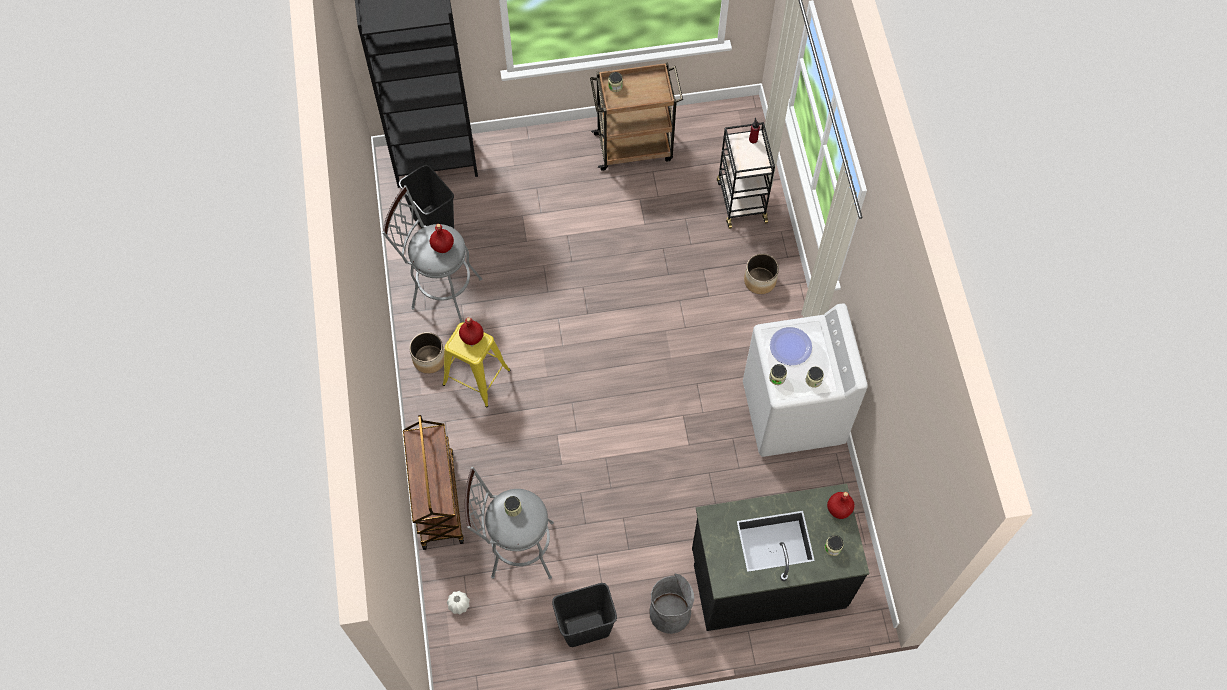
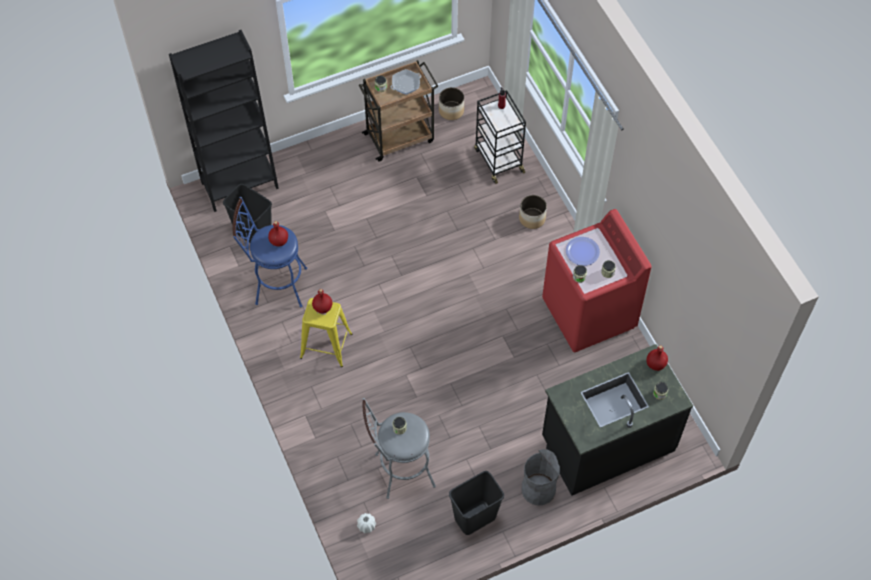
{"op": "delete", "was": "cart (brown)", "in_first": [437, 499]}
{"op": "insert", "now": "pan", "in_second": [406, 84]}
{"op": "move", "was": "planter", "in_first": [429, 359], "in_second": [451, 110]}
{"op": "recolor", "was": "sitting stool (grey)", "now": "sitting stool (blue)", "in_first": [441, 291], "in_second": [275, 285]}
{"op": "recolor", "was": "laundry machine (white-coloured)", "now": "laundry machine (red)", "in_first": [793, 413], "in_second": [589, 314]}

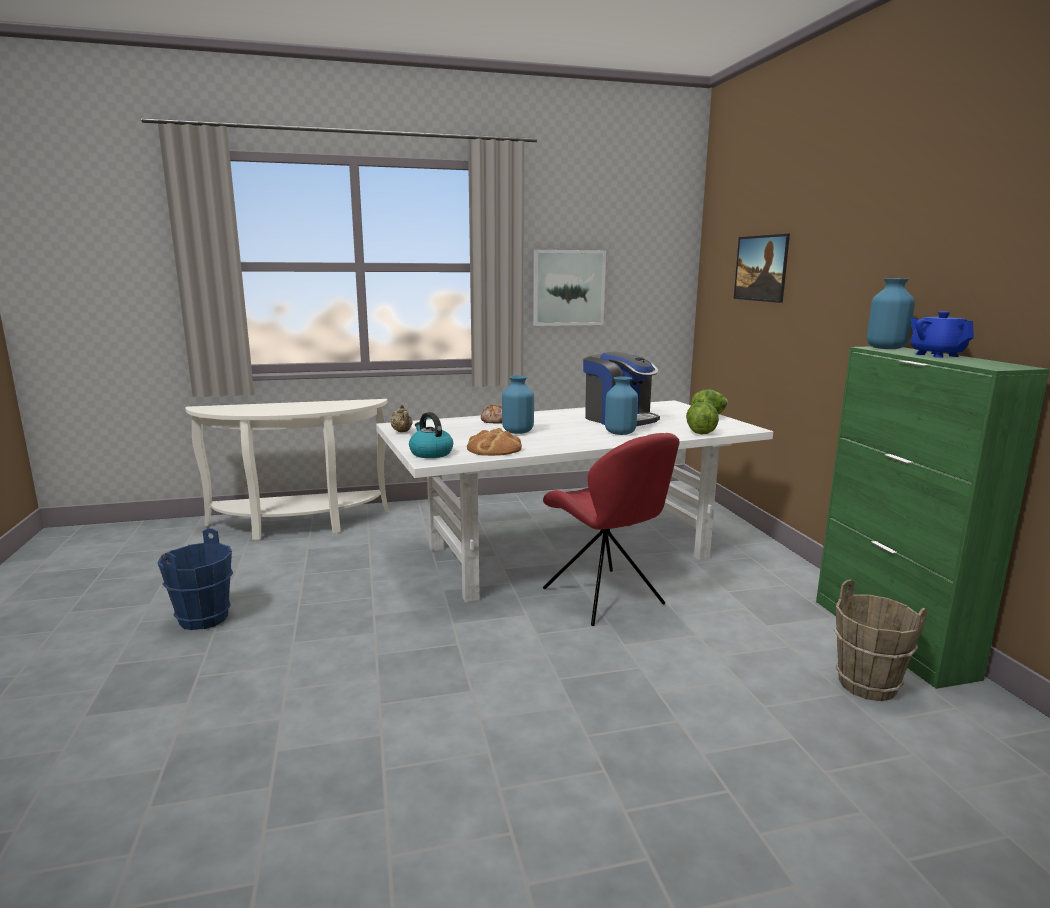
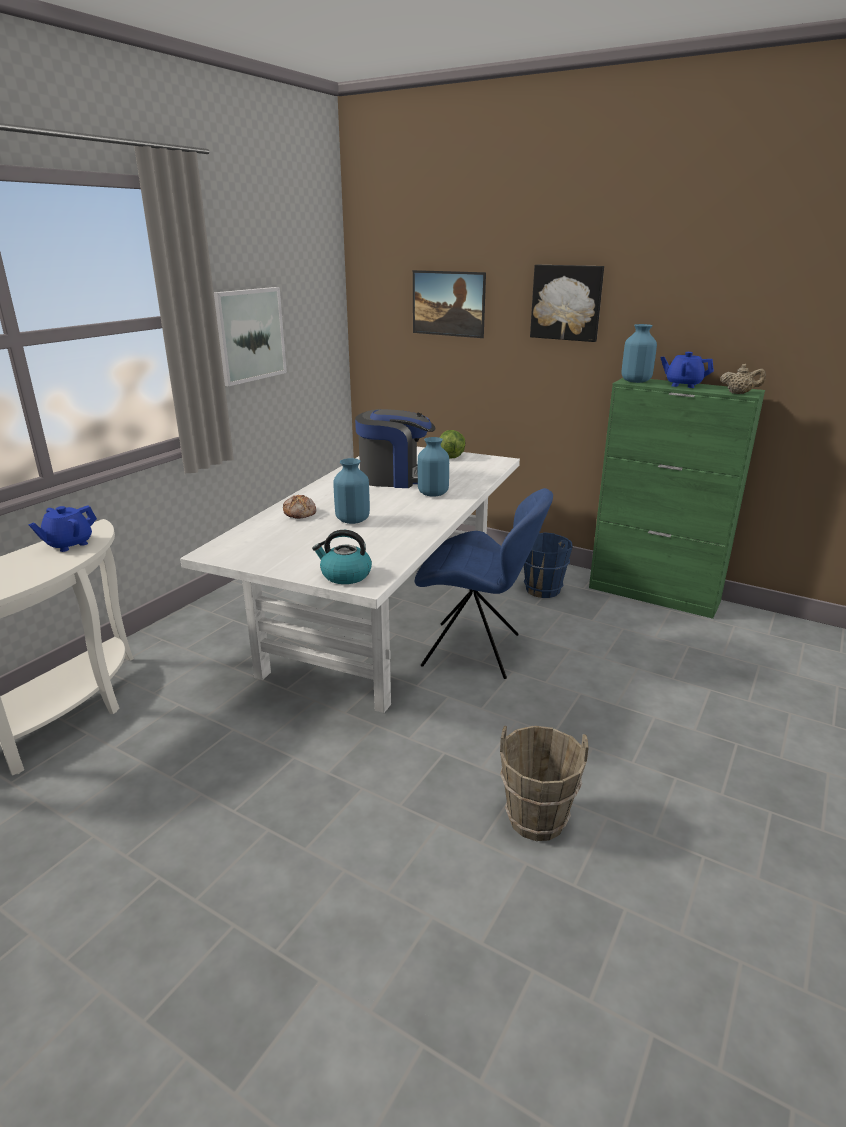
{"op": "delete", "was": "bread", "in_first": [494, 449]}
{"op": "delete", "was": "lettuce head", "in_first": [700, 432]}
{"op": "insert", "now": "tea pot (blue)", "in_second": [68, 544]}
{"op": "insert", "now": "wall art", "in_second": [567, 302]}
{"op": "move", "was": "bucket (blue)", "in_first": [204, 618], "in_second": [543, 590]}
{"op": "move", "was": "tea pot (beige)", "in_first": [402, 432], "in_second": [739, 393]}
{"op": "move", "was": "bucket (brown)", "in_first": [867, 685], "in_second": [536, 820]}
{"op": "recolor", "was": "plain chair (red)", "now": "plain chair (blue)", "in_first": [605, 598], "in_second": [475, 651]}

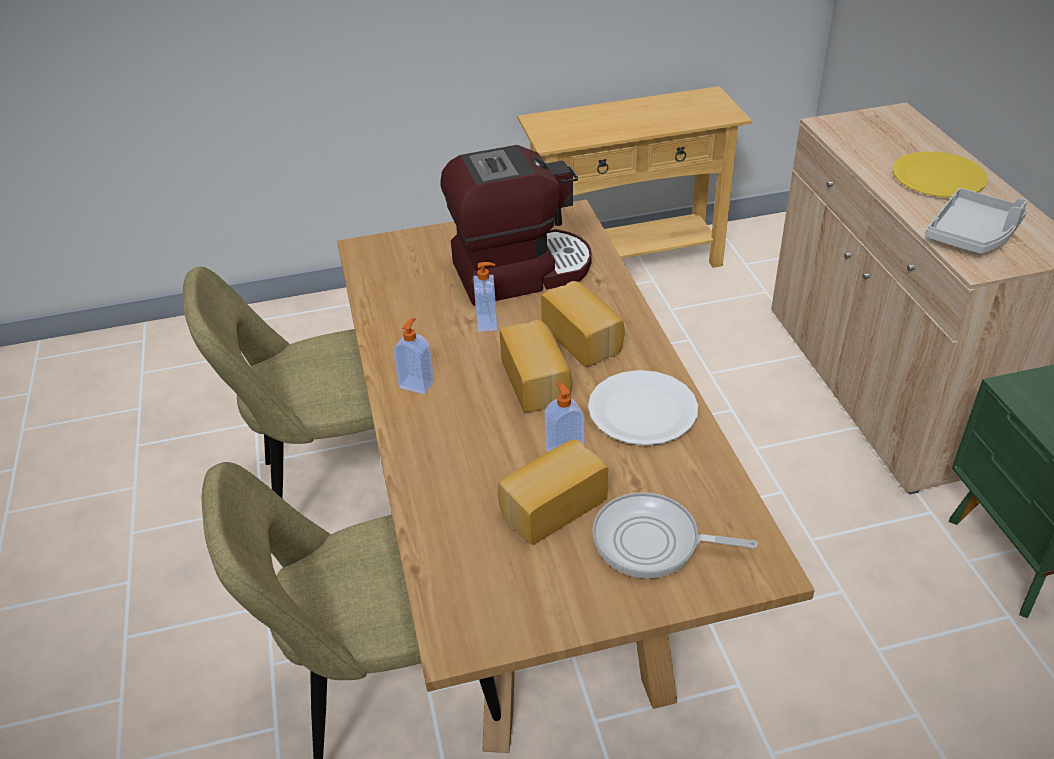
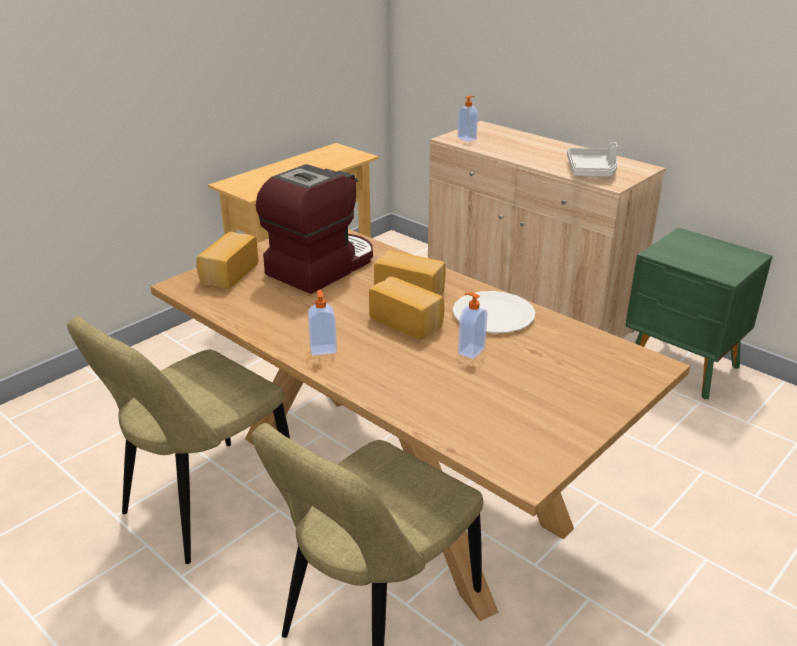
{"op": "delete", "was": "pan", "in_first": [652, 542]}
{"op": "delete", "was": "flat dish (yellow-coloured)", "in_first": [938, 177]}
{"op": "move", "was": "soap dispenser", "in_first": [488, 323], "in_second": [467, 138]}
{"op": "move", "was": "bread", "in_first": [551, 505], "in_second": [228, 273]}

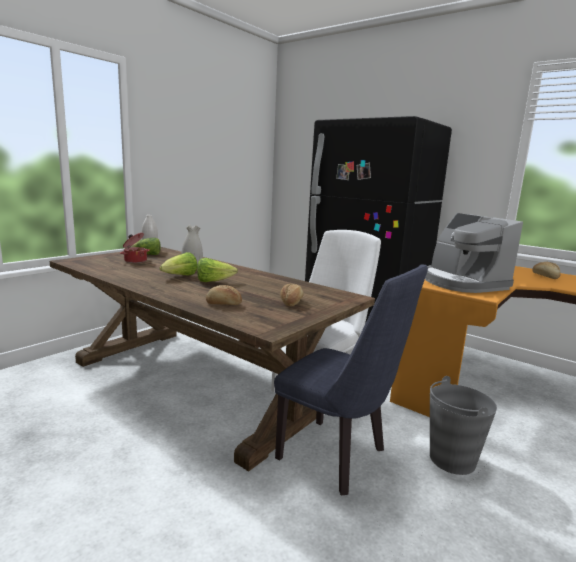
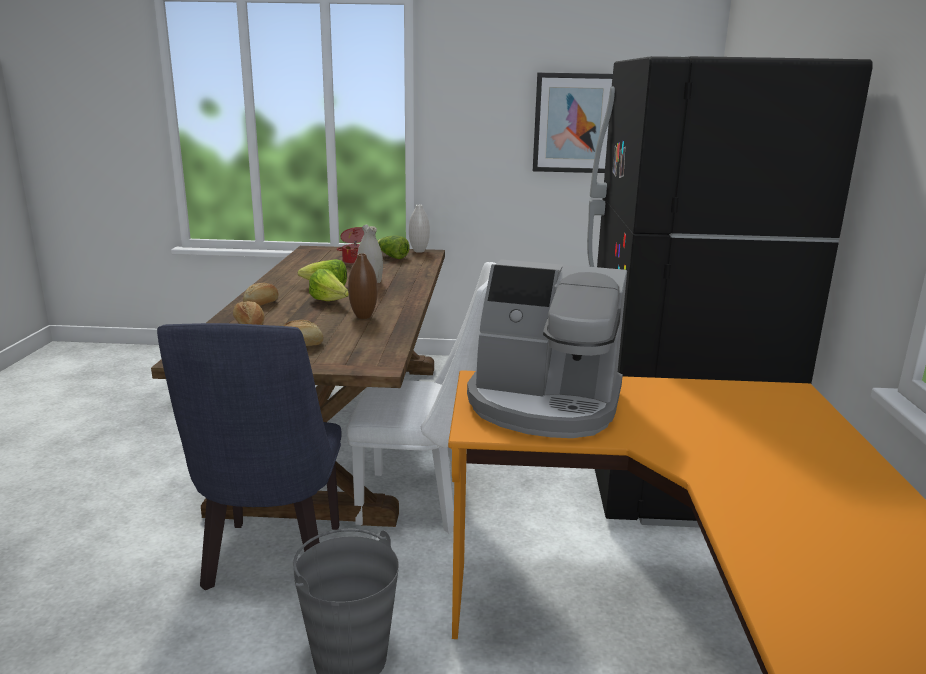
{"op": "insert", "now": "flower vase (brown)", "in_second": [363, 316]}
{"op": "insert", "now": "wall art", "in_second": [573, 123]}
{"op": "move", "was": "bread", "in_first": [545, 276], "in_second": [262, 304]}
{"op": "rotate", "was": "coffee machine", "in_first": [461, 283], "in_second": [544, 404], "clockwise": -105}

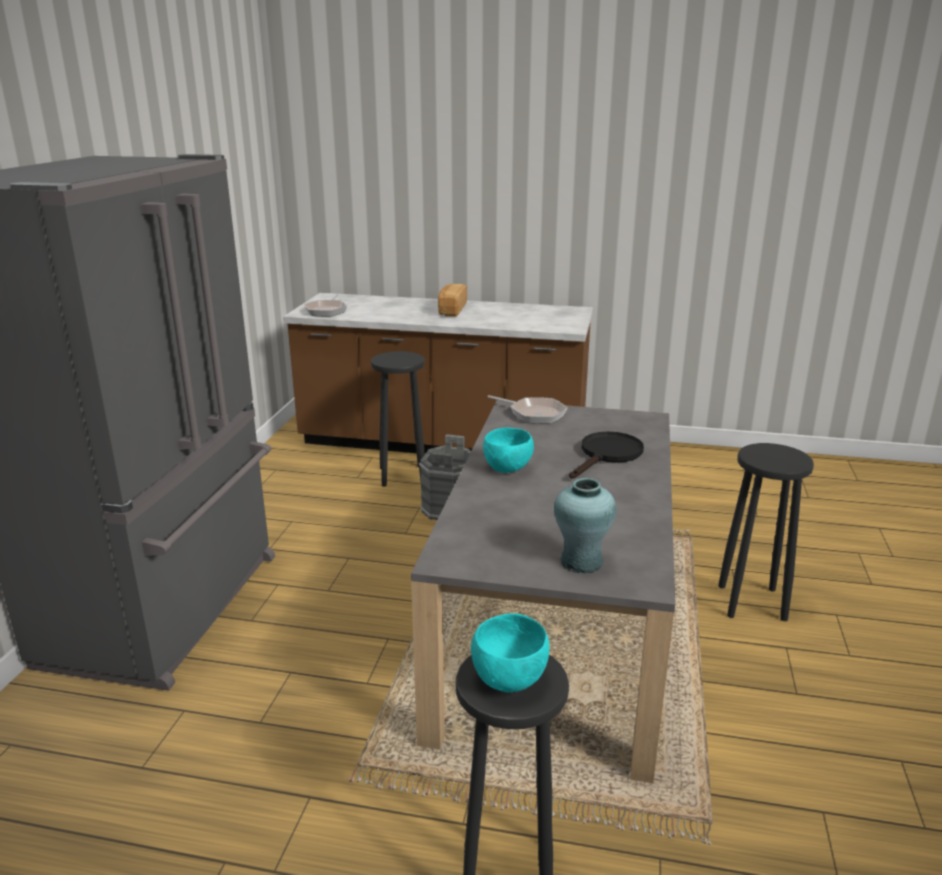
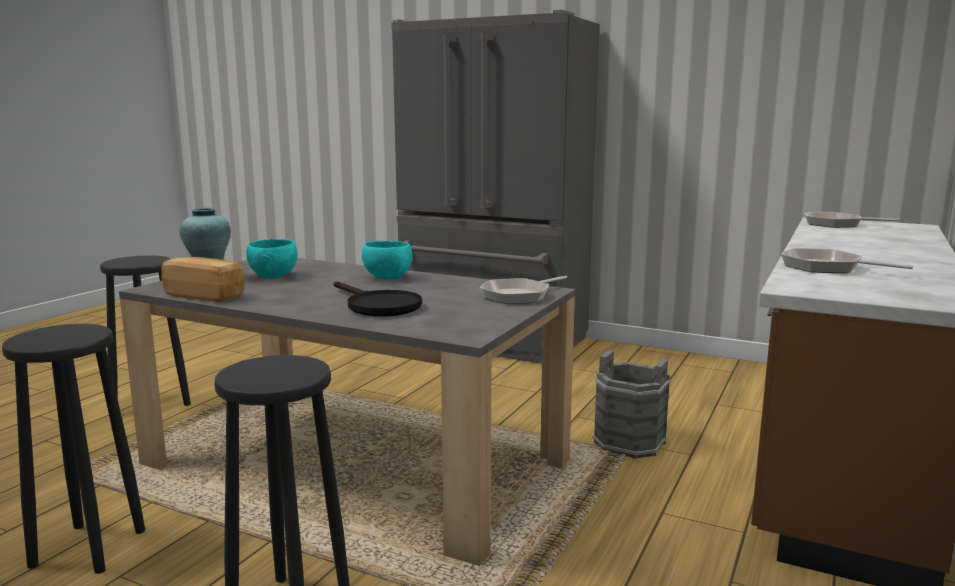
{"op": "insert", "now": "pan", "in_second": [827, 267]}
{"op": "move", "was": "sitting stool (black)", "in_first": [402, 476], "in_second": [87, 547]}
{"op": "move", "was": "bread", "in_first": [451, 310], "in_second": [205, 295]}
{"op": "move", "was": "serving bowl (blue-green)", "in_first": [508, 680], "in_second": [273, 277]}

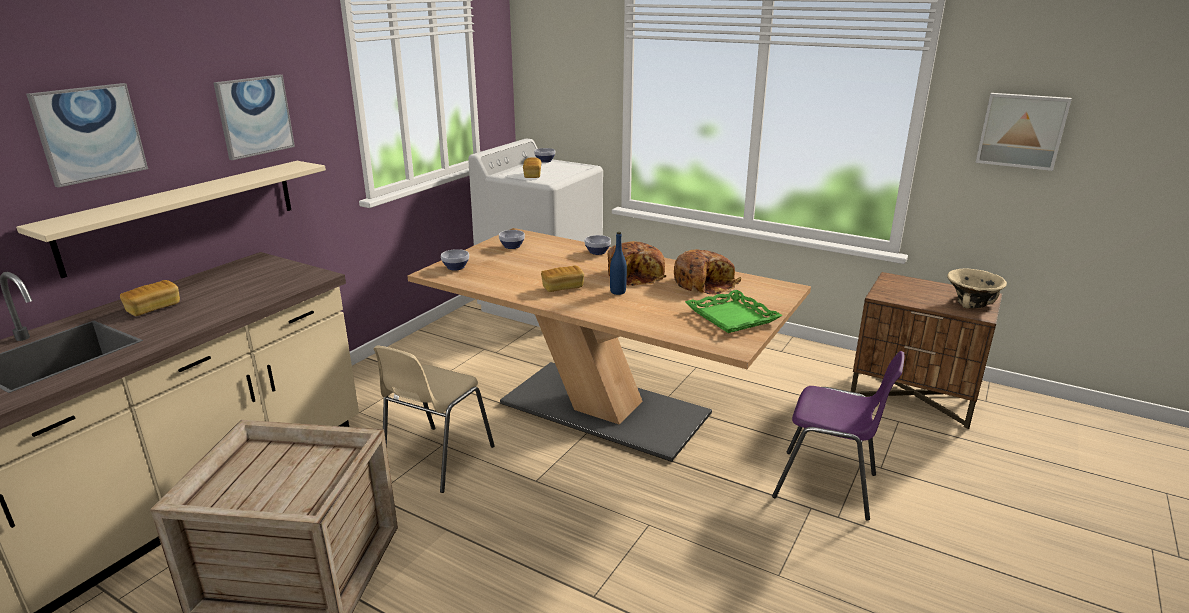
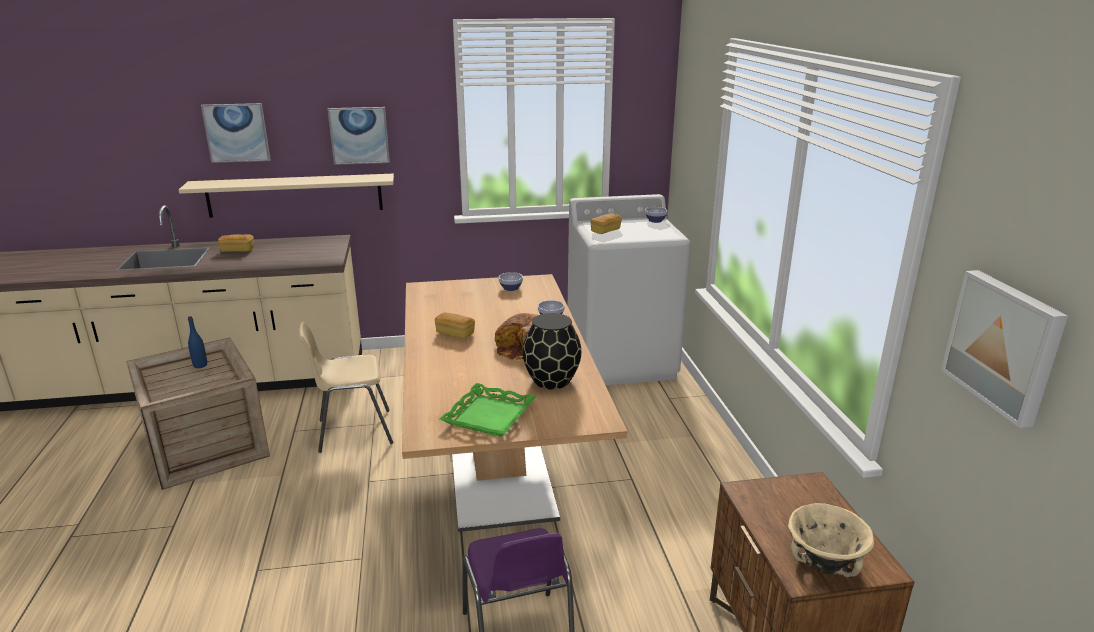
{"op": "delete", "was": "serving bowl", "in_first": [456, 267]}
{"op": "move", "was": "drink bottle (blue)", "in_first": [618, 292], "in_second": [200, 365]}
{"op": "replace", "was": "bread", "now": "flower vase (black)", "in_first": [704, 283], "in_second": [551, 380]}

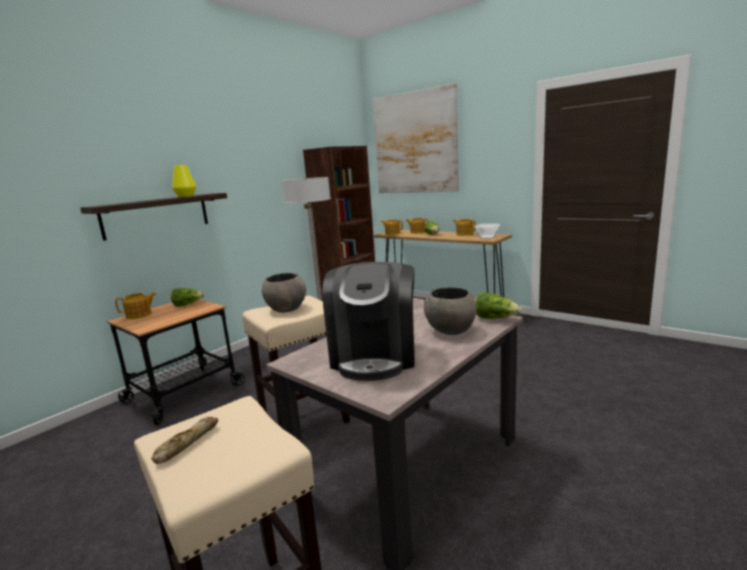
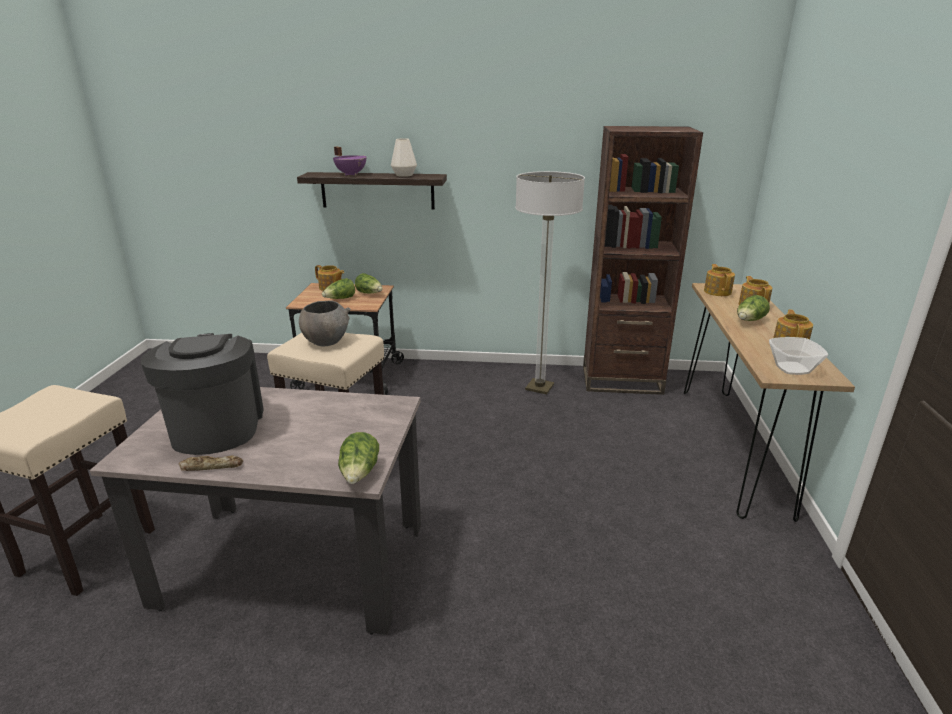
{"op": "delete", "was": "wall art", "in_first": [415, 143]}
{"op": "delete", "was": "serving bowl (grey)", "in_first": [450, 330]}
{"op": "insert", "now": "lettuce head", "in_second": [340, 299]}
{"op": "insert", "now": "stockpot (purple-coloured)", "in_second": [351, 174]}
{"op": "move", "was": "bread", "in_first": [186, 443], "in_second": [212, 466]}
{"op": "recolor", "was": "flower vase (yellow-coloured)", "now": "flower vase (white-coloured)", "in_first": [185, 196], "in_second": [404, 175]}
{"op": "rotate", "was": "coffee machine", "in_first": [374, 356], "in_second": [216, 427], "clockwise": 105}

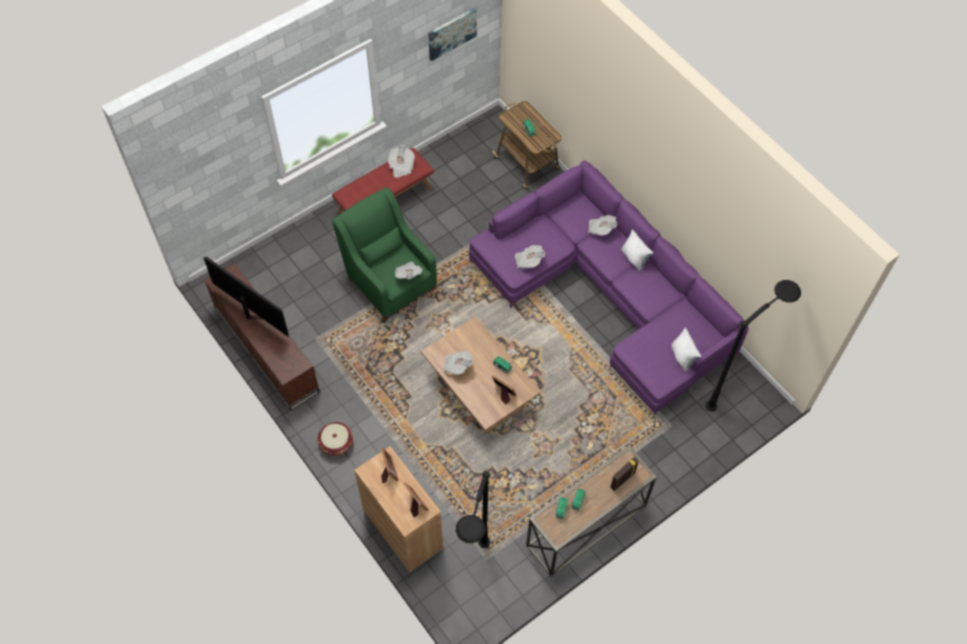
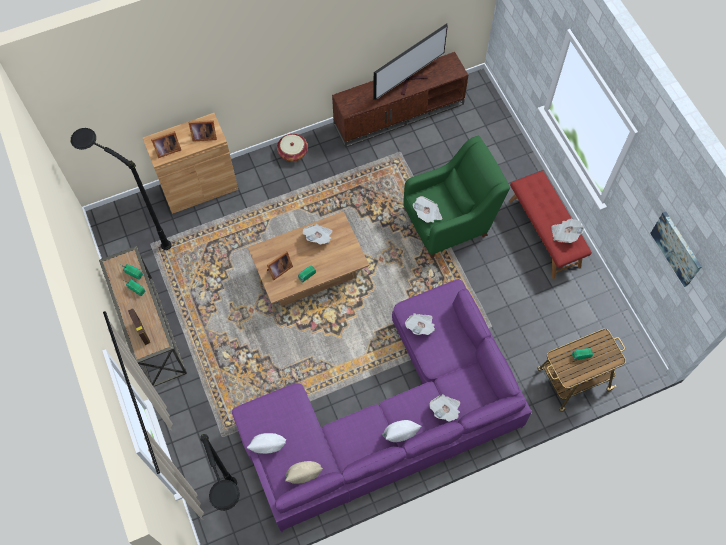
{"op": "insert", "now": "throw pillow (beige)", "in_second": [303, 475]}

